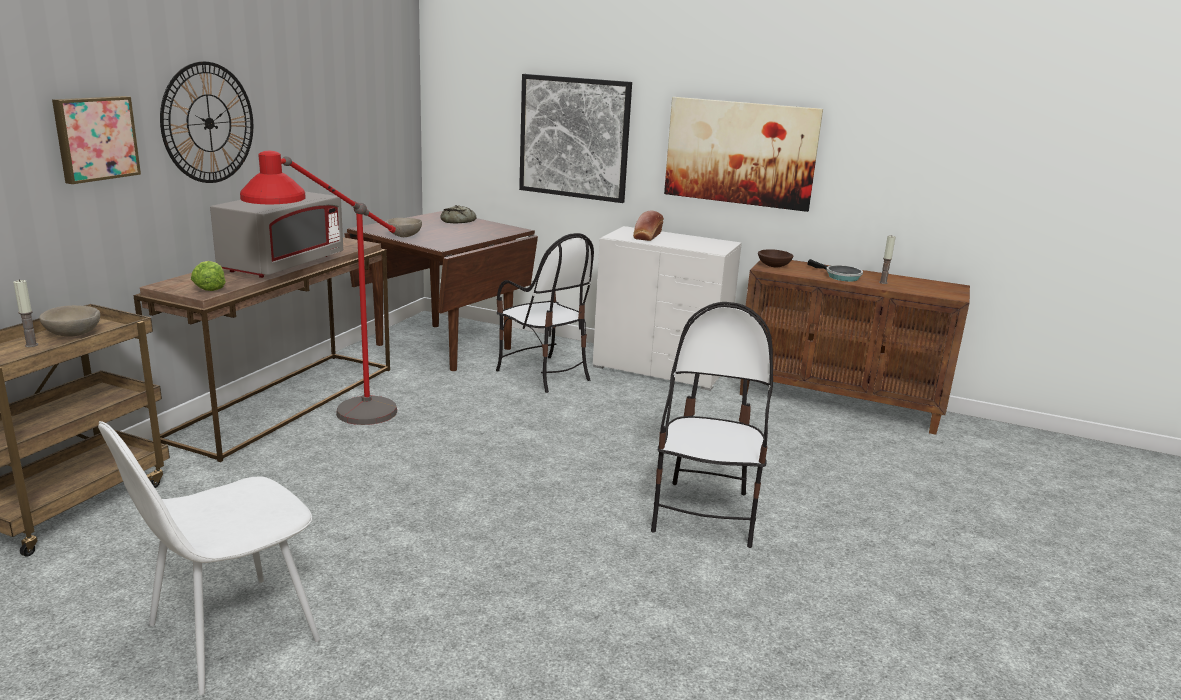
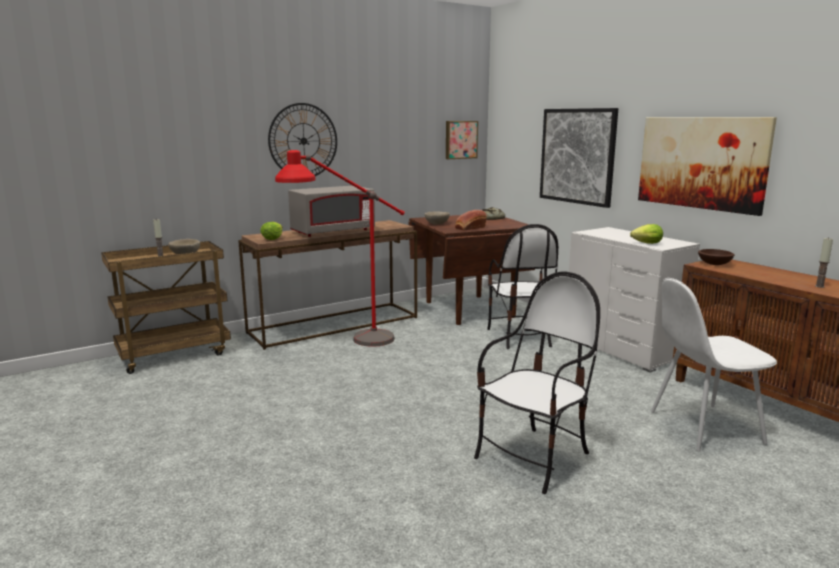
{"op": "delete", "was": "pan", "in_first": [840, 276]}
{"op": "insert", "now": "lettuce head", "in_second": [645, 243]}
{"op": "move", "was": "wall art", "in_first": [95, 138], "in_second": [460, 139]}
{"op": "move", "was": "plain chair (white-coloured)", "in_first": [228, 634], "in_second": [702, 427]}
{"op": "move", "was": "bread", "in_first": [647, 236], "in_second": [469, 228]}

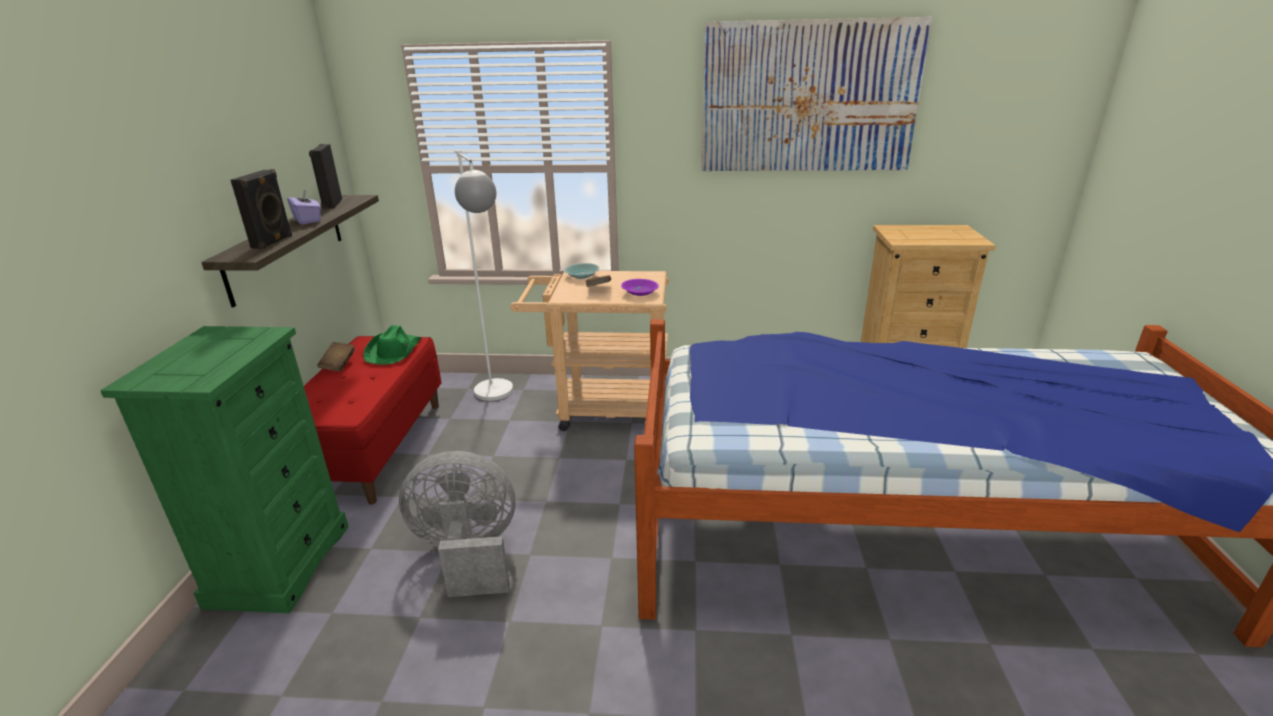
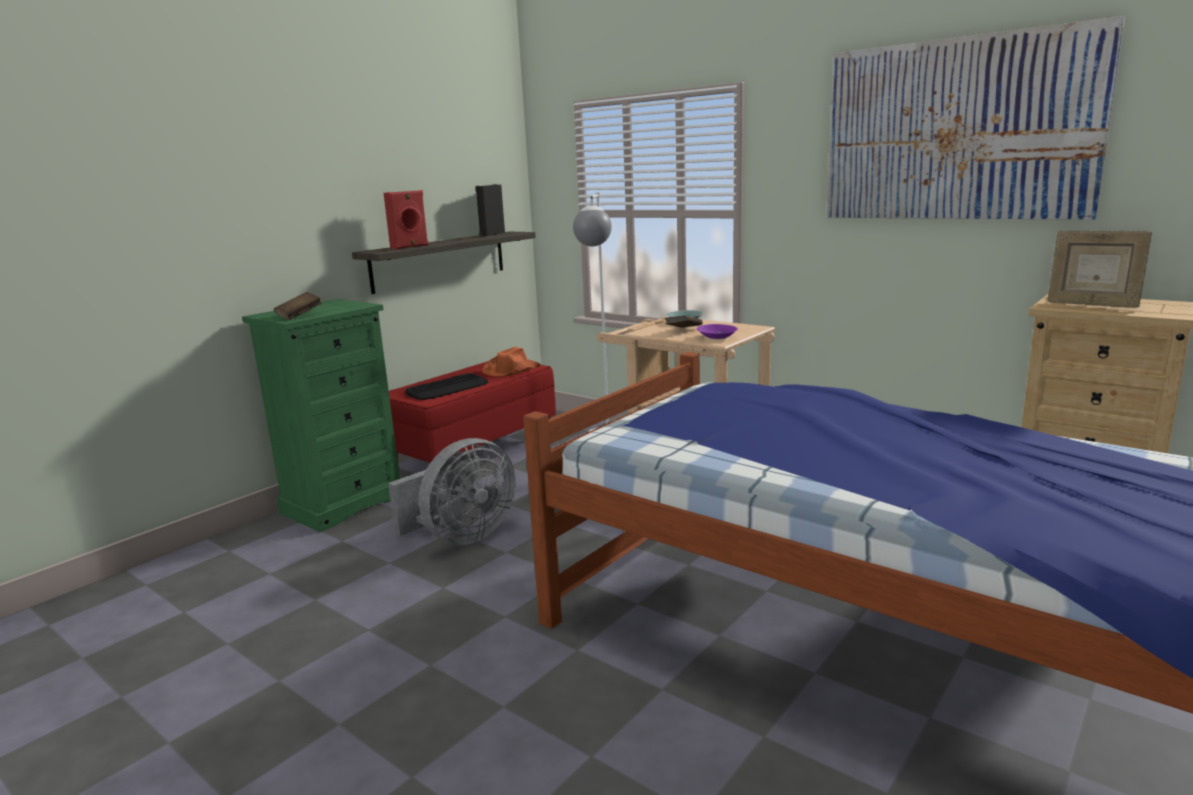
{"op": "delete", "was": "box of tissues (purple-coloured)", "in_first": [308, 220]}
{"op": "insert", "now": "computer keyboard", "in_second": [448, 388]}
{"op": "insert", "now": "picture frame", "in_second": [1091, 305]}
{"op": "move", "was": "book (brown)", "in_first": [338, 364], "in_second": [299, 316]}
{"op": "recolor", "was": "audio speaker (black)", "now": "audio speaker (red)", "in_first": [273, 242], "in_second": [410, 247]}
{"op": "recolor", "was": "clothing hat (green)", "now": "clothing hat (orange)", "in_first": [393, 351], "in_second": [511, 370]}
{"op": "rotate", "was": "cooling fan (grey)", "in_first": [468, 555], "in_second": [462, 537], "clockwise": 105}

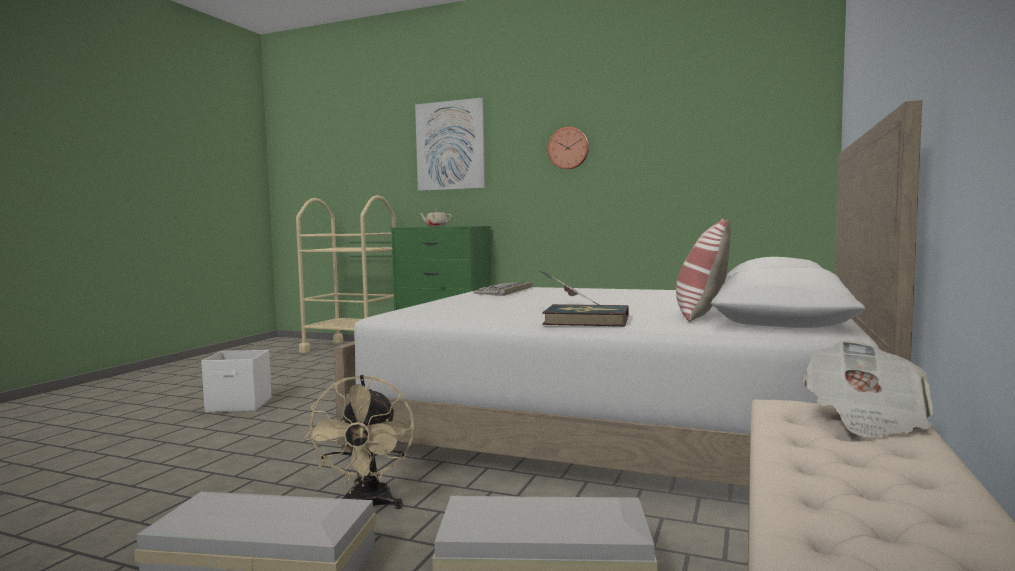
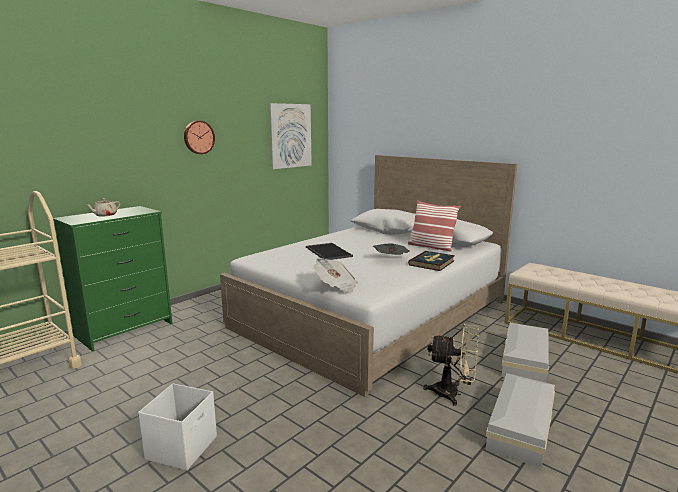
{"op": "delete", "was": "computer keyboard", "in_first": [505, 291]}
{"op": "insert", "now": "tray", "in_second": [327, 252]}
{"op": "move", "was": "wall art", "in_first": [450, 145], "in_second": [291, 136]}
{"op": "move", "was": "printed paper", "in_first": [865, 419], "in_second": [336, 286]}

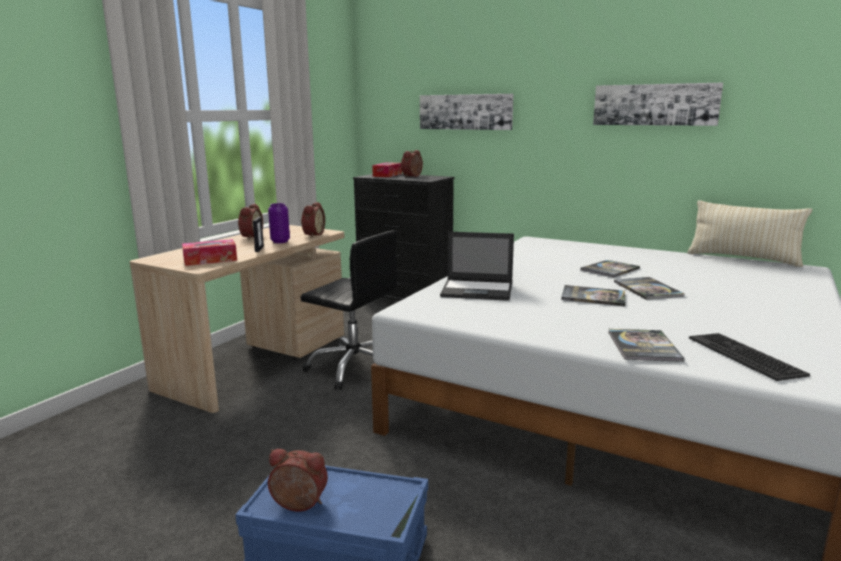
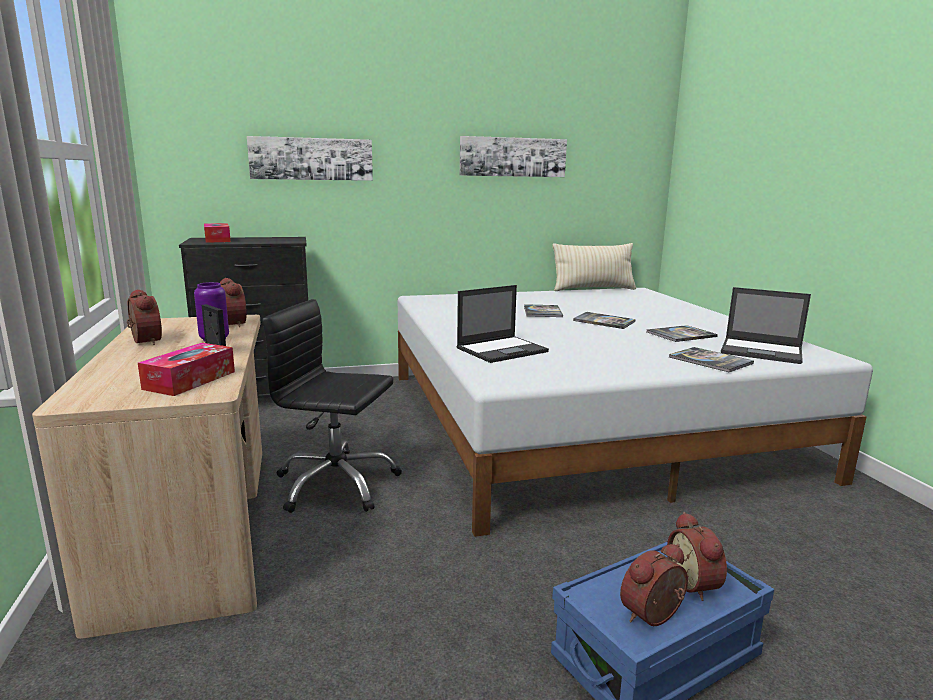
{"op": "move", "was": "table clock", "in_first": [413, 176], "in_second": [695, 584]}
{"op": "move", "was": "book", "in_first": [593, 297], "in_second": [681, 335]}
{"op": "replace", "was": "computer keyboard", "now": "notebook computer", "in_first": [745, 356], "in_second": [762, 351]}
{"op": "rotate", "was": "office chair (black)", "in_first": [355, 368], "in_second": [336, 484], "clockwise": -150}

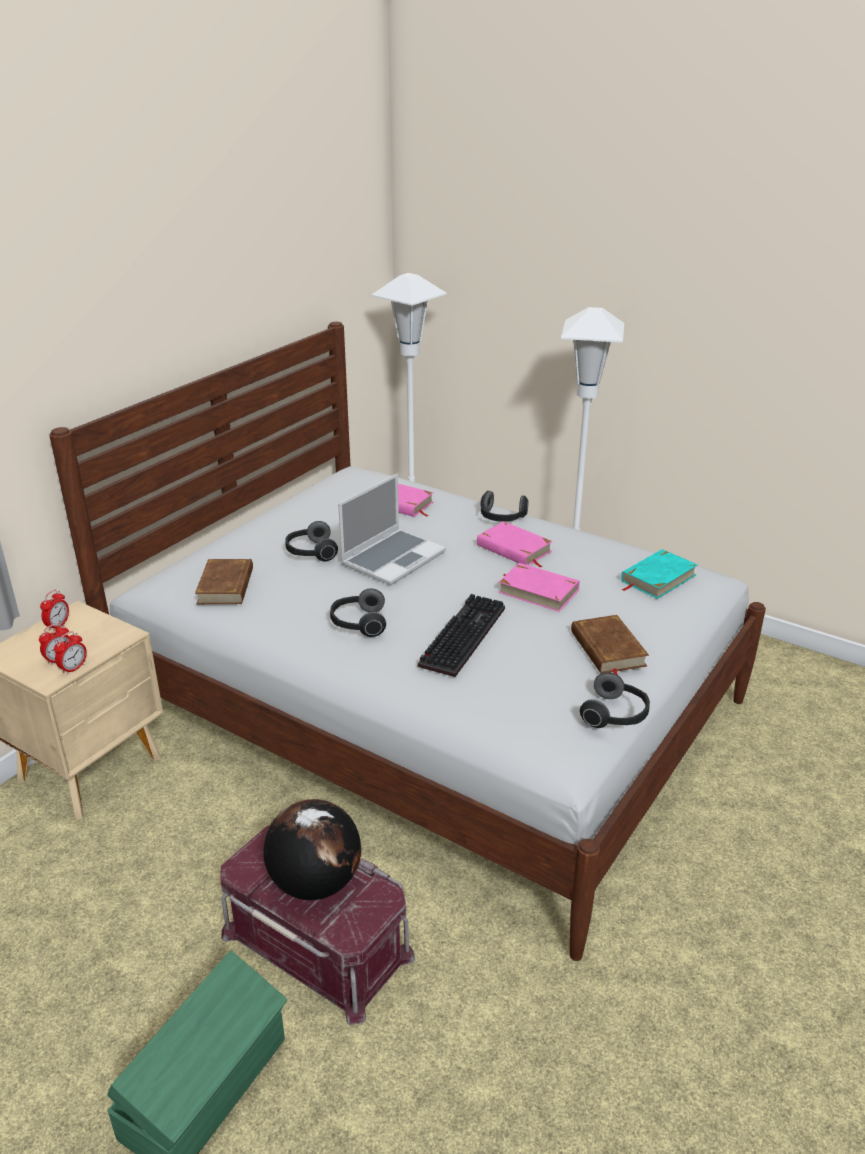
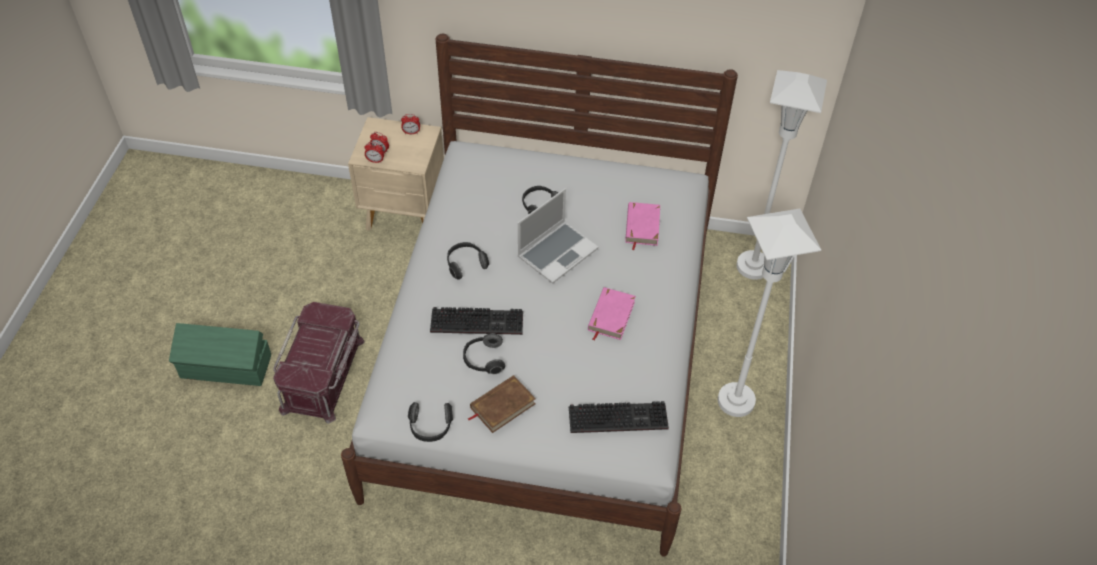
{"op": "delete", "was": "book (brown)", "in_first": [226, 586]}
{"op": "delete", "was": "world globe", "in_first": [314, 883]}
{"op": "delete", "was": "book (pinkish)", "in_first": [538, 591]}
{"op": "move", "was": "headphones", "in_first": [502, 519], "in_second": [483, 360]}
{"op": "replace", "was": "book (blue-green)", "now": "computer keyboard", "in_first": [657, 578], "in_second": [619, 416]}
{"op": "rotate", "was": "notebook computer", "in_first": [393, 558], "in_second": [557, 252], "clockwise": -60}

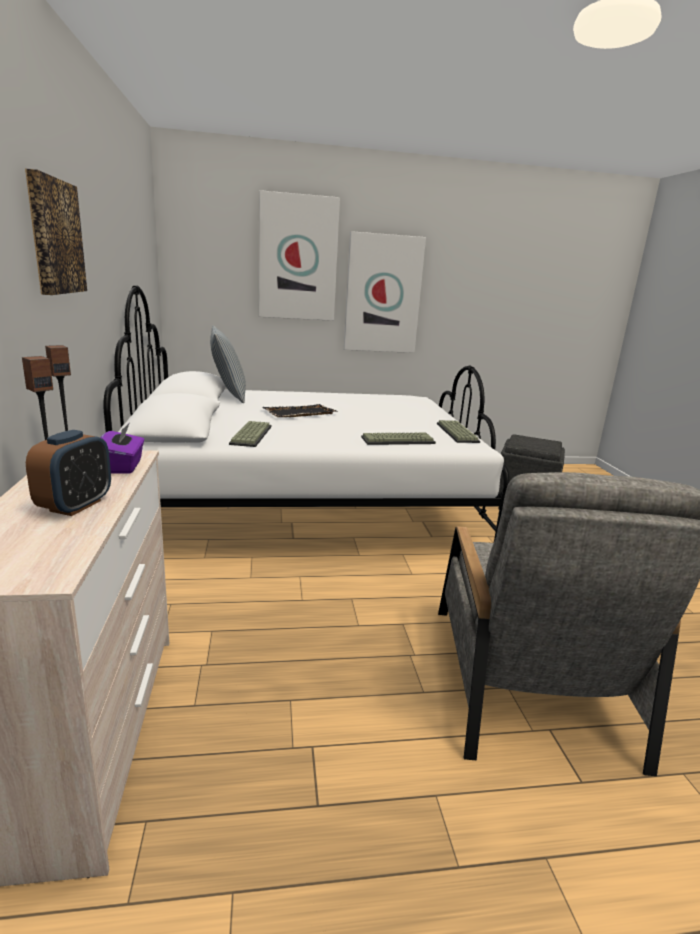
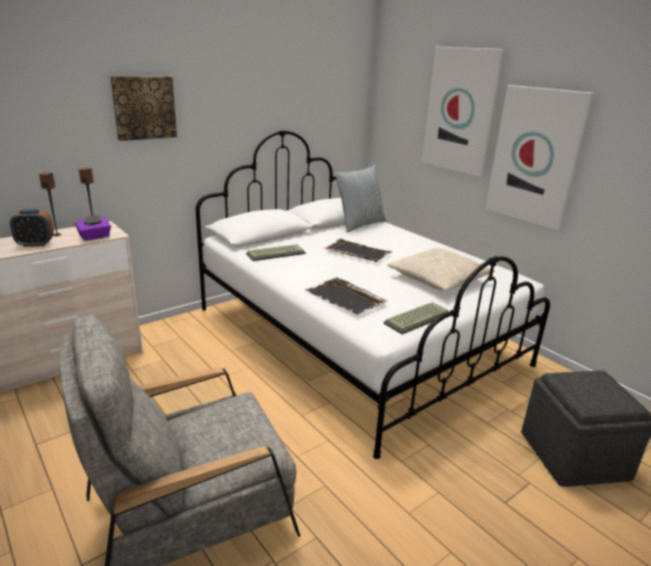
{"op": "insert", "now": "throw pillow (beige)", "in_second": [438, 279]}
{"op": "replace", "was": "computer keyboard", "now": "tray (black)", "in_first": [398, 440], "in_second": [346, 299]}

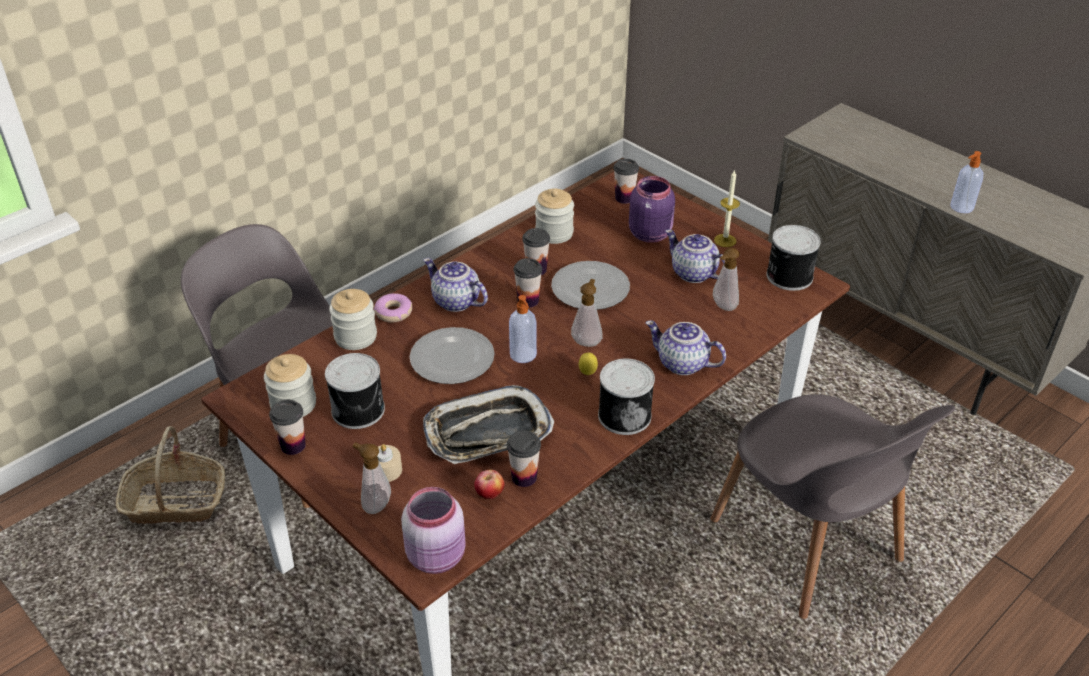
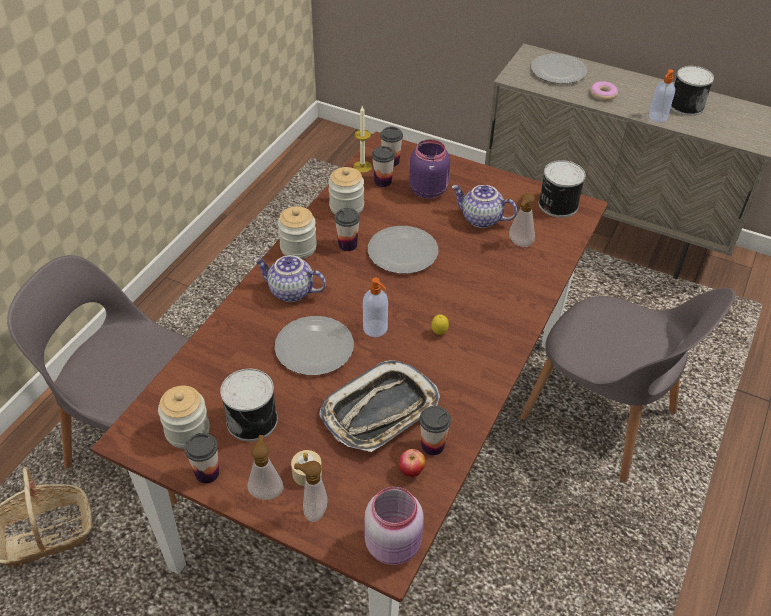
{"op": "delete", "was": "tea pot", "in_first": [681, 364]}
{"op": "insert", "now": "flat dish", "in_second": [558, 71]}
{"op": "move", "was": "jar", "in_first": [355, 337], "in_second": [298, 247]}
{"op": "move", "was": "ring doughnut", "in_first": [393, 312], "in_second": [603, 95]}
{"op": "move", "was": "small cup", "in_first": [528, 301], "in_second": [383, 181]}
{"op": "move", "was": "soap dispenser", "in_first": [587, 341], "in_second": [266, 491]}
{"op": "move", "was": "metal can", "in_first": [624, 414], "in_second": [685, 105]}
{"op": "move", "was": "wax light", "in_first": [725, 240], "in_second": [362, 166]}

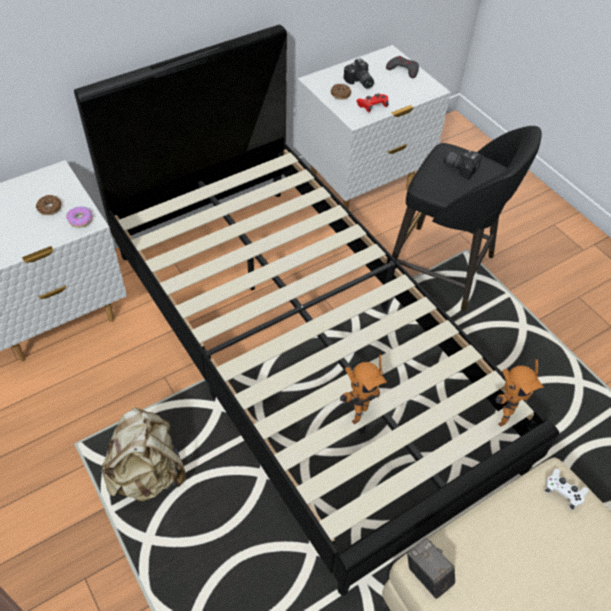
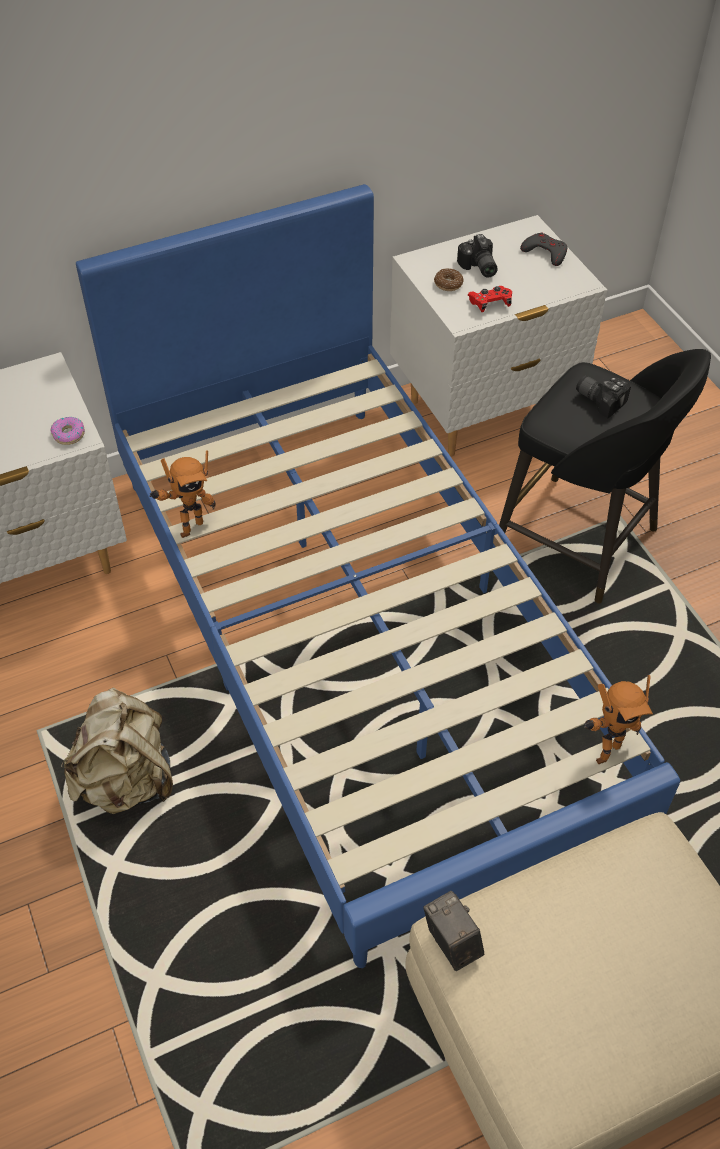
{"op": "delete", "was": "ring doughnut", "in_first": [49, 208]}
{"op": "delete", "was": "gamepad (white-coloured)", "in_first": [563, 492]}
{"op": "move", "was": "model robot", "in_first": [356, 413], "in_second": [189, 527]}
{"op": "recolor", "was": "sleeping bed (black)", "now": "sleeping bed (blue)", "in_first": [302, 352], "in_second": [359, 639]}

